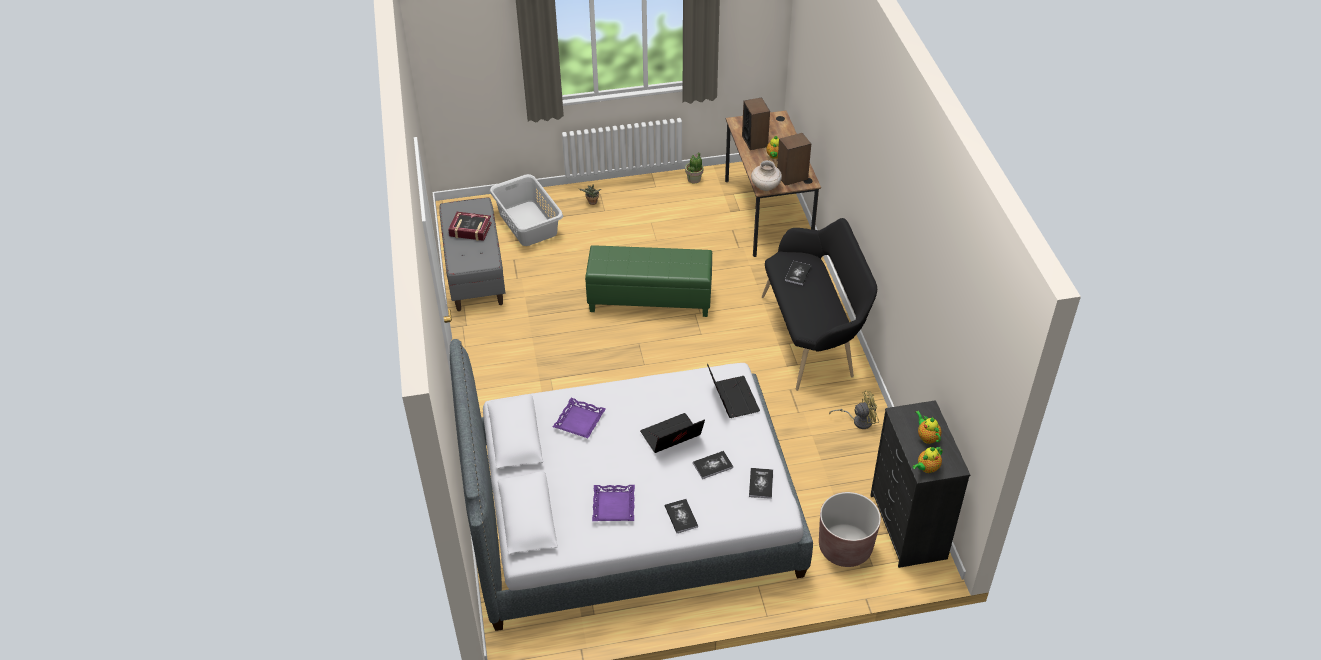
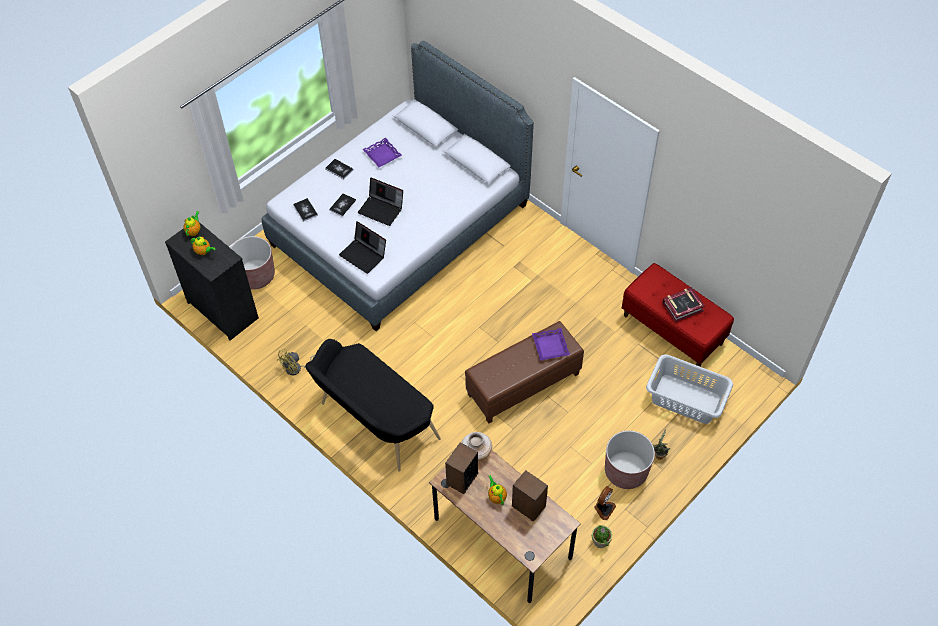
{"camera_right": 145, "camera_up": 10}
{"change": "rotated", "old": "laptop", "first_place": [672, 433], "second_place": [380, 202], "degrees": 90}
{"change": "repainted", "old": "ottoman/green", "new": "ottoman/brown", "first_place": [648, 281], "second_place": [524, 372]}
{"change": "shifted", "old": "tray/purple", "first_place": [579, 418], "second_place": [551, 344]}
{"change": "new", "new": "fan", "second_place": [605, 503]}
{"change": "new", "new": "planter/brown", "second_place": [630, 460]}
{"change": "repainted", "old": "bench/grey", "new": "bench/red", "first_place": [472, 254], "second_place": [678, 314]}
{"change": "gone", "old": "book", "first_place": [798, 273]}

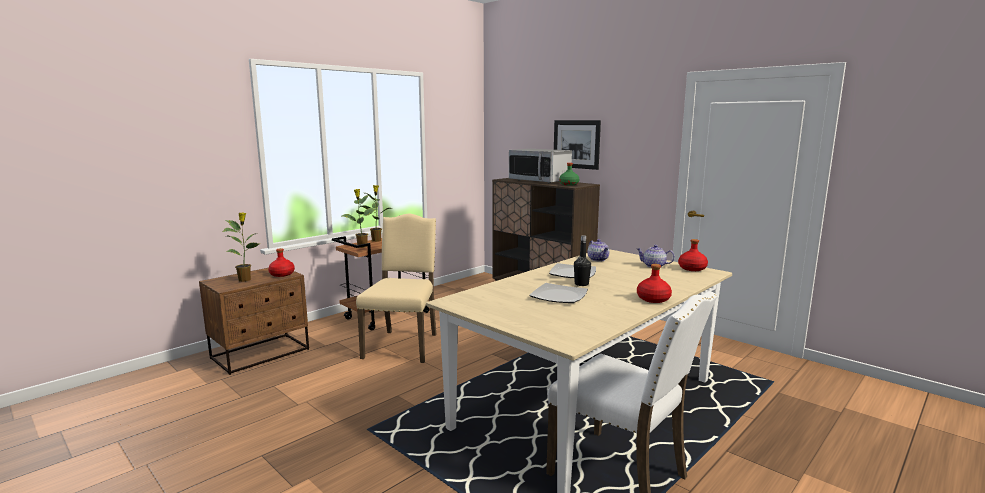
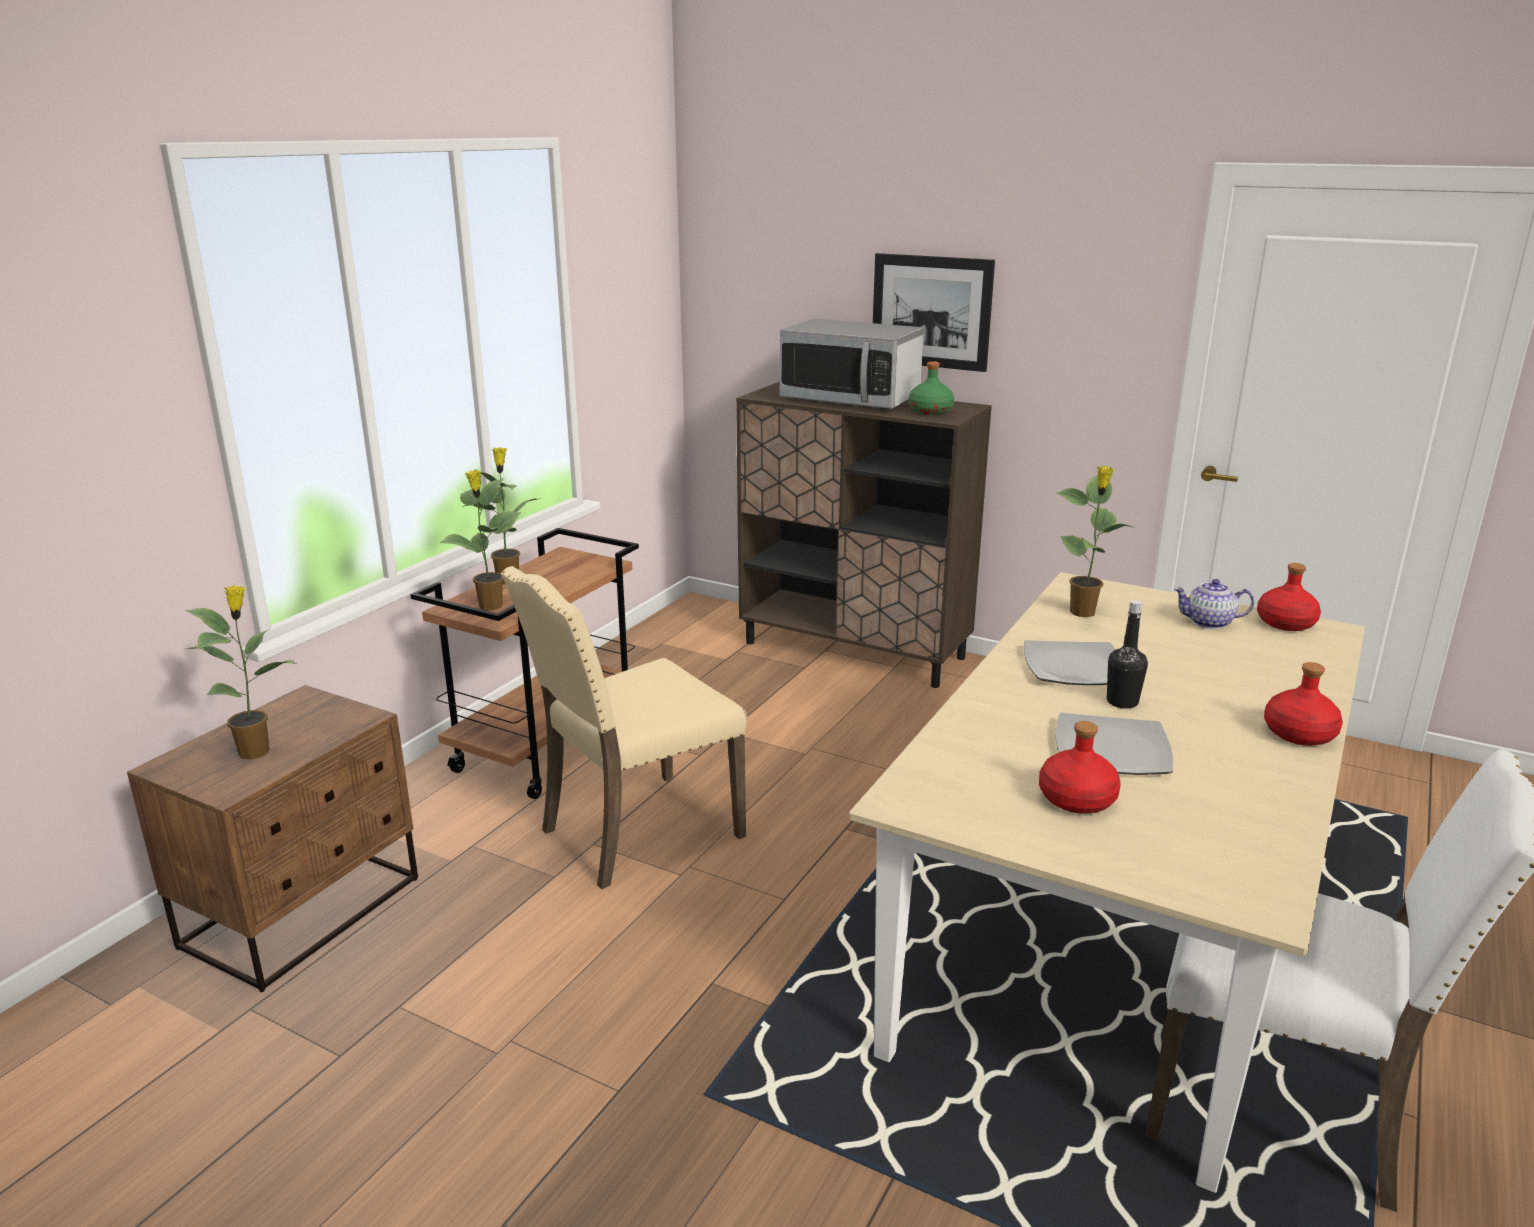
{"camera_right": -15, "camera_up": 10}
{"change": "rotated", "old": "chair/beige", "first_place": [396, 288], "second_place": [624, 727], "degrees": -120}
{"change": "shifted", "old": "bottle/red", "first_place": [281, 262], "second_place": [1080, 767]}
{"change": "swapped", "old": "teapot", "new": "potted plant", "first_place": [598, 250], "second_place": [1094, 541]}

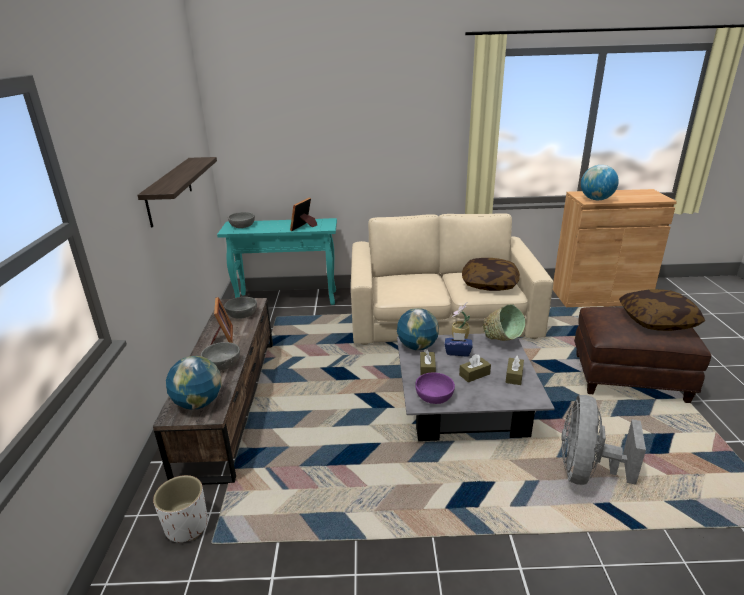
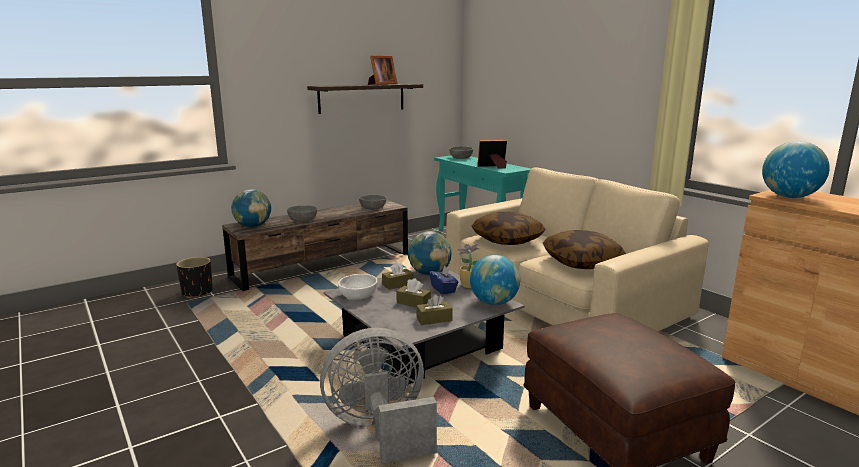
{"camera_right": 55, "camera_up": -10}
{"change": "repainted", "old": "planter/white", "new": "planter/black", "first_place": [180, 508], "second_place": [194, 277]}
{"change": "repainted", "old": "bowl/purple", "new": "bowl/white", "first_place": [435, 388], "second_place": [357, 287]}
{"change": "shifted", "old": "picture frame", "first_place": [222, 321], "second_place": [383, 70]}
{"change": "swapped", "old": "bowl/green", "new": "globe", "first_place": [504, 322], "second_place": [495, 280]}
{"change": "shifted", "old": "pillow", "first_place": [662, 310], "second_place": [509, 228]}

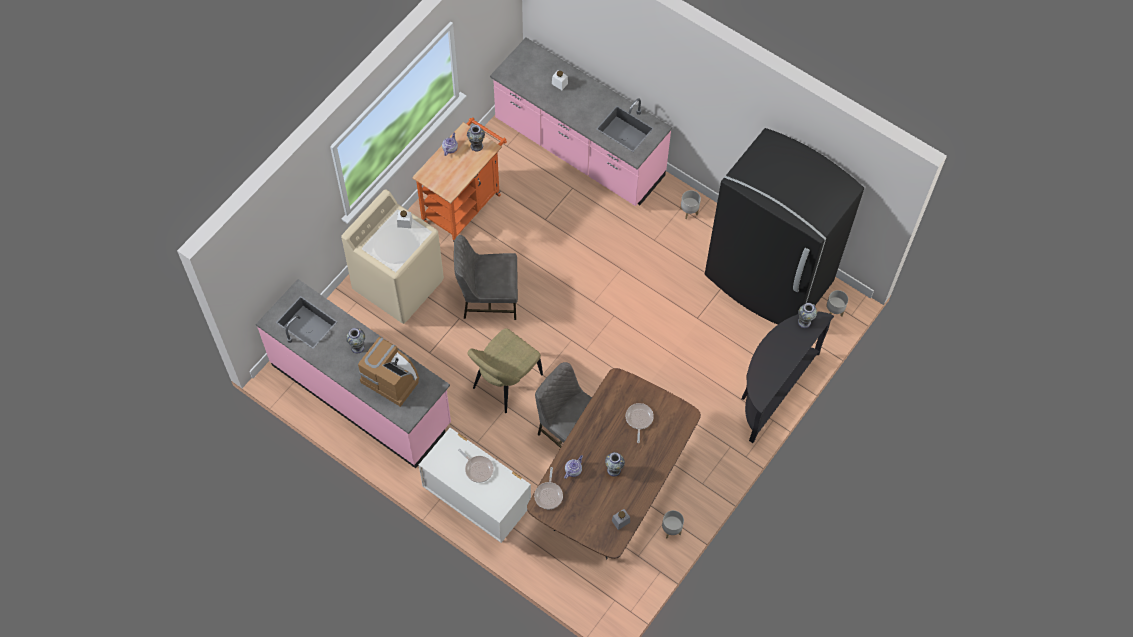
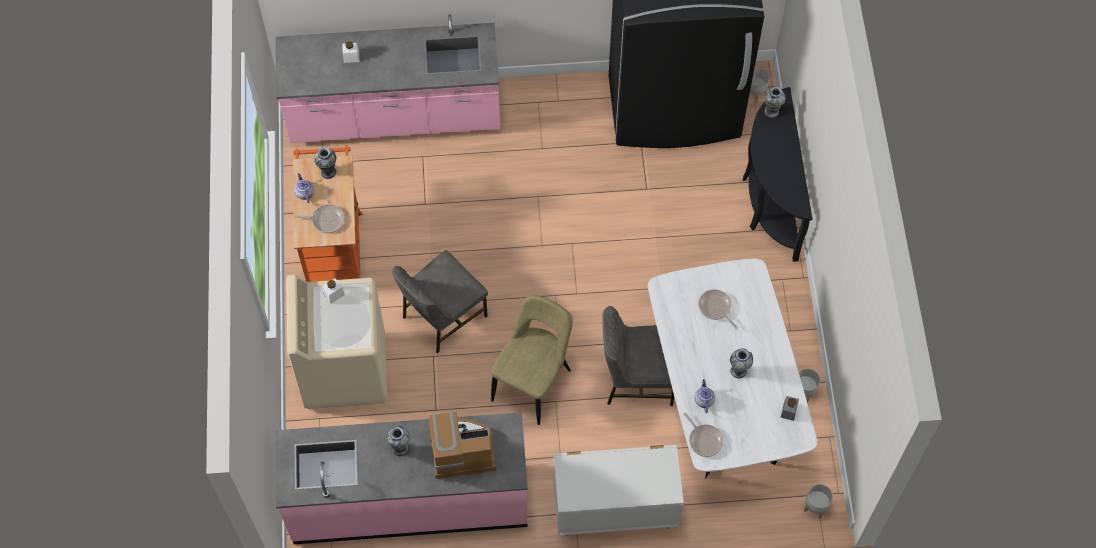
{"camera_right": -40, "camera_up": 0}
{"change": "shifted", "old": "frying pan", "first_place": [476, 466], "second_place": [319, 218]}
{"change": "rotated", "old": "chair/beige", "first_place": [505, 370], "second_place": [532, 360], "degrees": -150}
{"change": "repainted", "old": "dining table/brown", "new": "dining table/white", "first_place": [614, 464], "second_place": [732, 368]}
{"change": "shifted", "old": "planter/grey", "first_place": [690, 204], "second_place": [818, 501]}

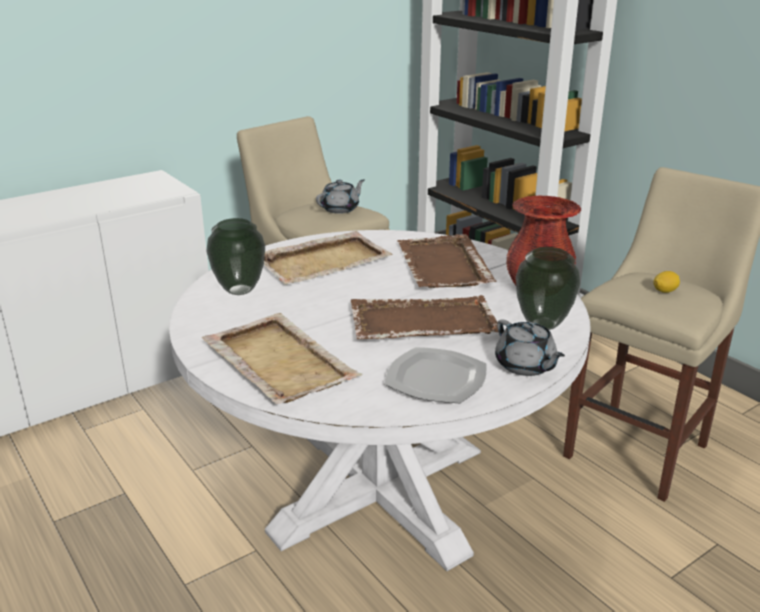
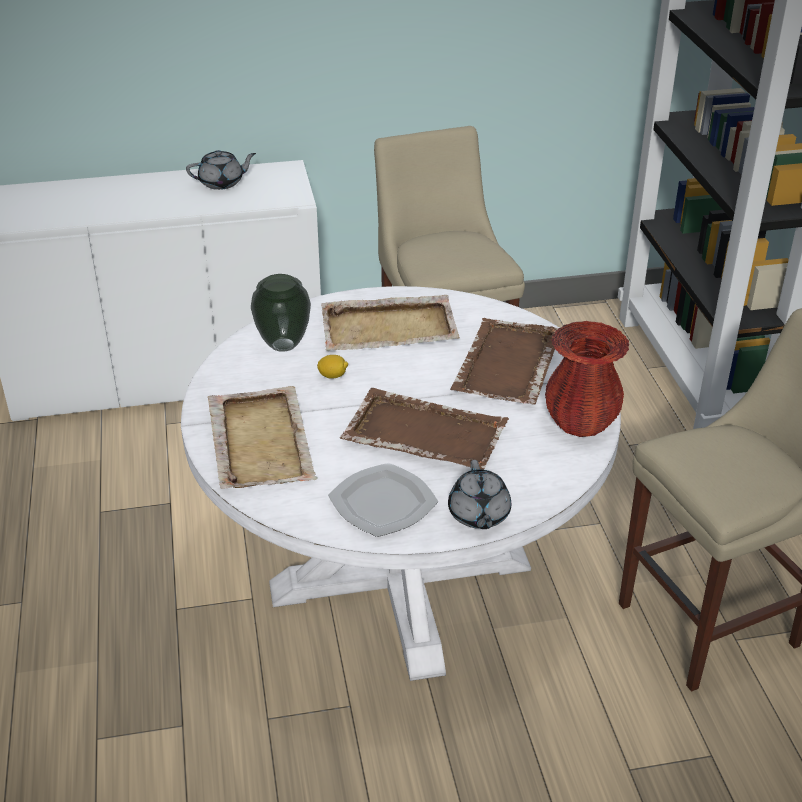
{"camera_right": 25, "camera_up": 10}
{"change": "shifted", "old": "teapot/grey", "first_place": [340, 196], "second_place": [221, 170]}
{"change": "shifted", "old": "lemon", "first_place": [666, 282], "second_place": [332, 367]}
{"change": "gone", "old": "vase", "first_place": [548, 288]}

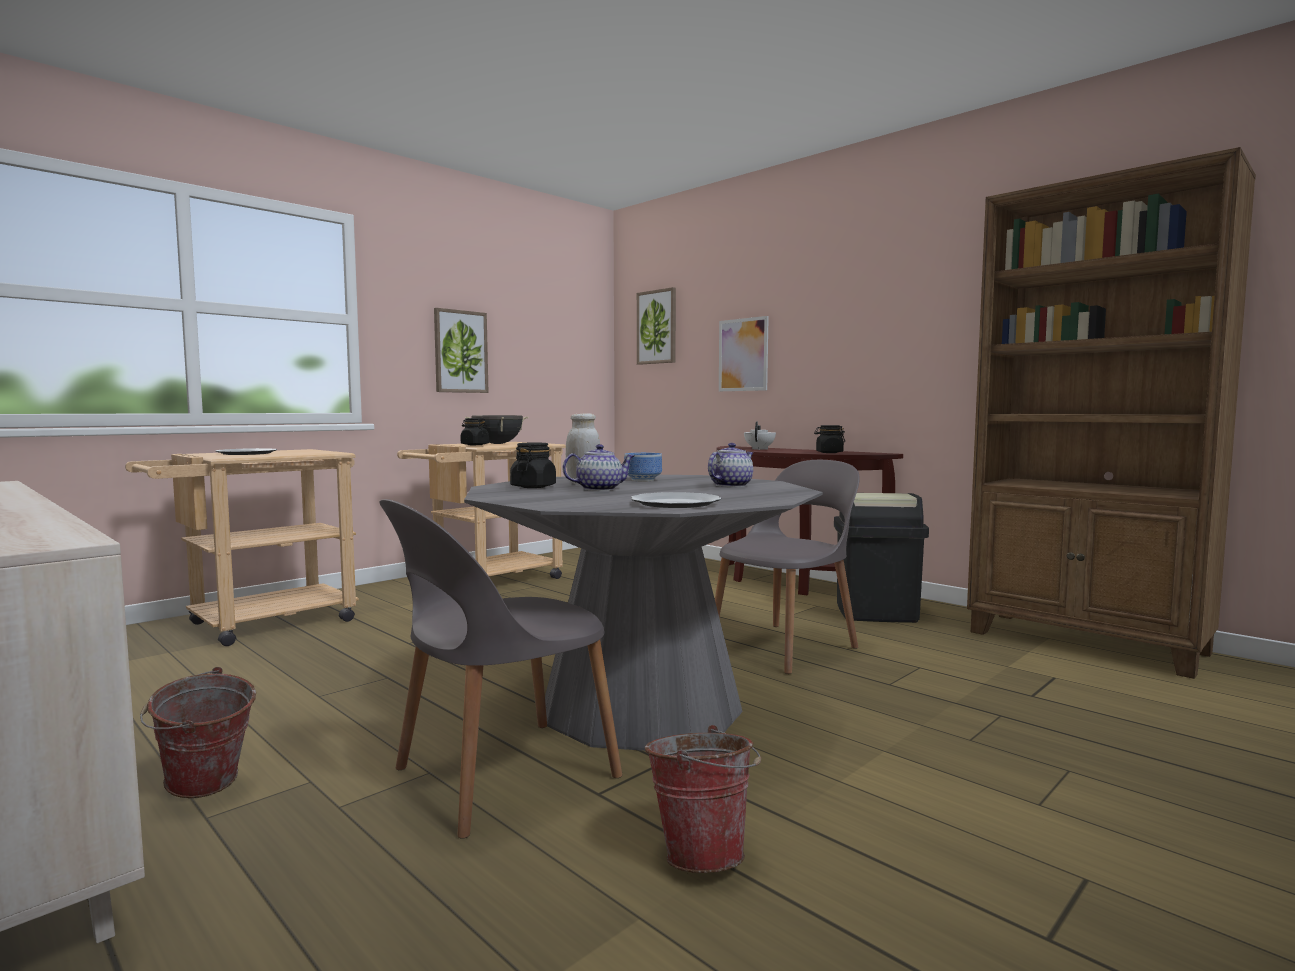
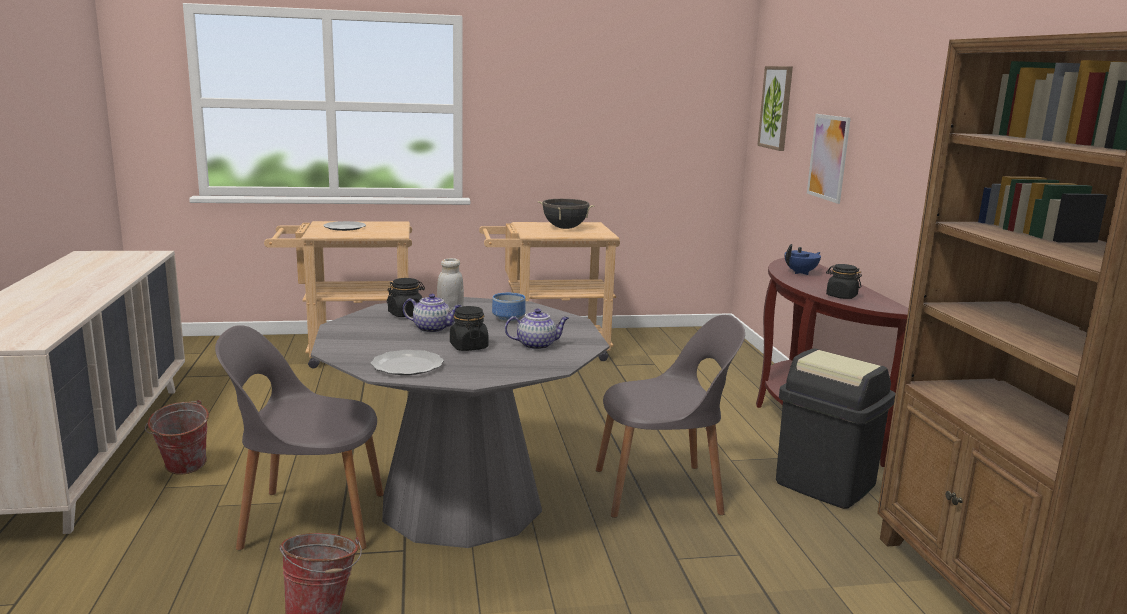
{"camera_right": 35, "camera_up": 10}
{"change": "shifted", "old": "jar/black", "first_place": [474, 431], "second_place": [469, 328]}
{"change": "repainted", "old": "teapot/white", "new": "teapot/blue", "first_place": [760, 435], "second_place": [802, 259]}
{"change": "gone", "old": "picture", "first_place": [461, 350]}

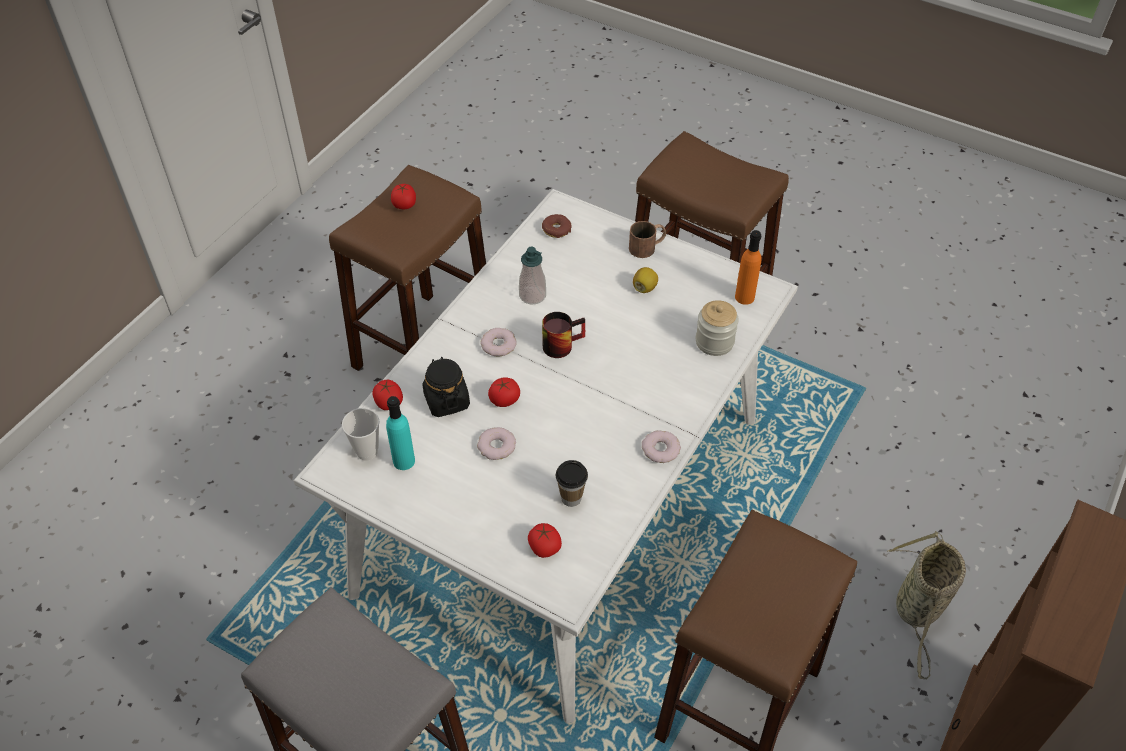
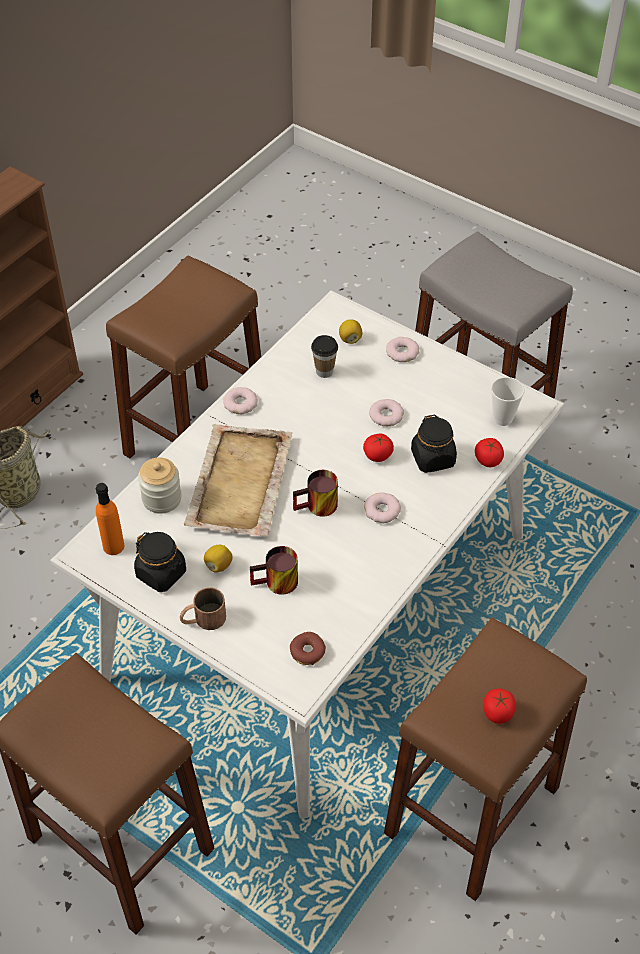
{"camera_right": -175, "camera_up": 0}
{"change": "new", "new": "jar/black", "second_place": [160, 562]}
{"change": "new", "new": "tray/beige", "second_place": [238, 480]}
{"change": "new", "new": "mug", "second_place": [274, 570]}
{"change": "swapped", "old": "tomato", "new": "lemon", "first_place": [545, 540], "second_place": [350, 331]}
{"change": "new", "new": "donut", "second_place": [402, 349]}
{"change": "gone", "old": "bottle/turquoise", "first_place": [400, 433]}
{"change": "gone", "old": "soap dispenser", "first_place": [532, 275]}

